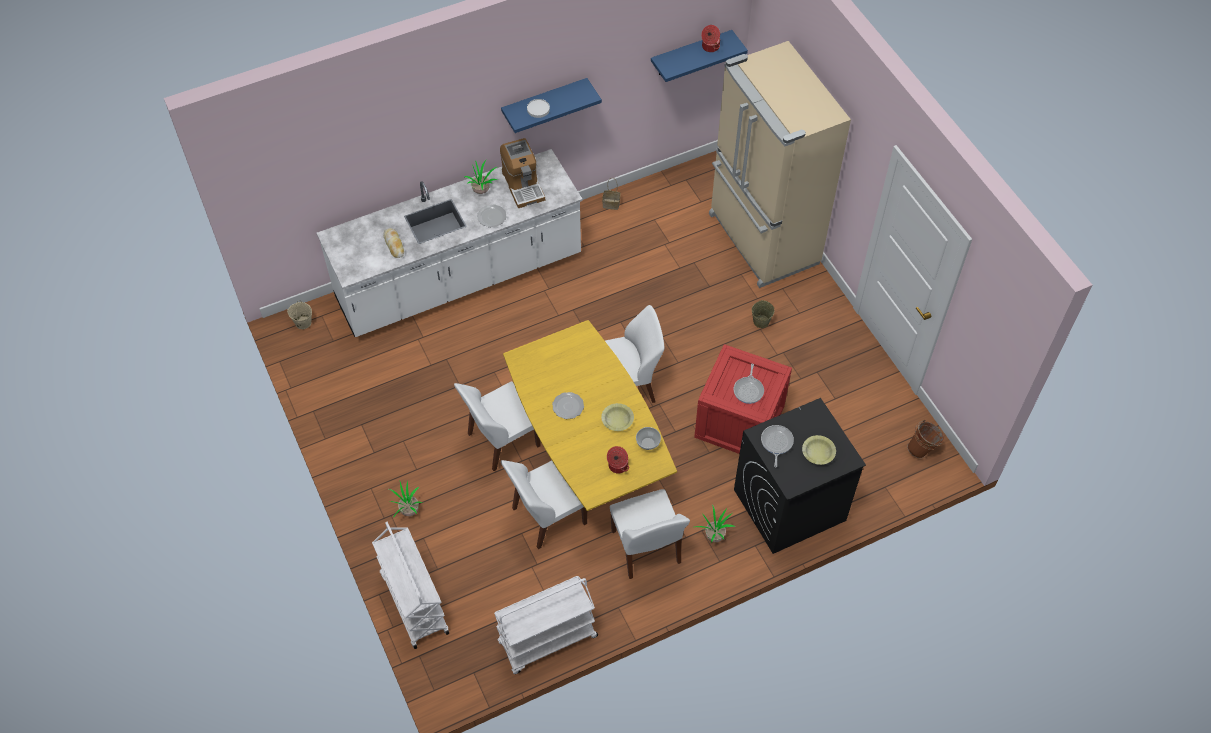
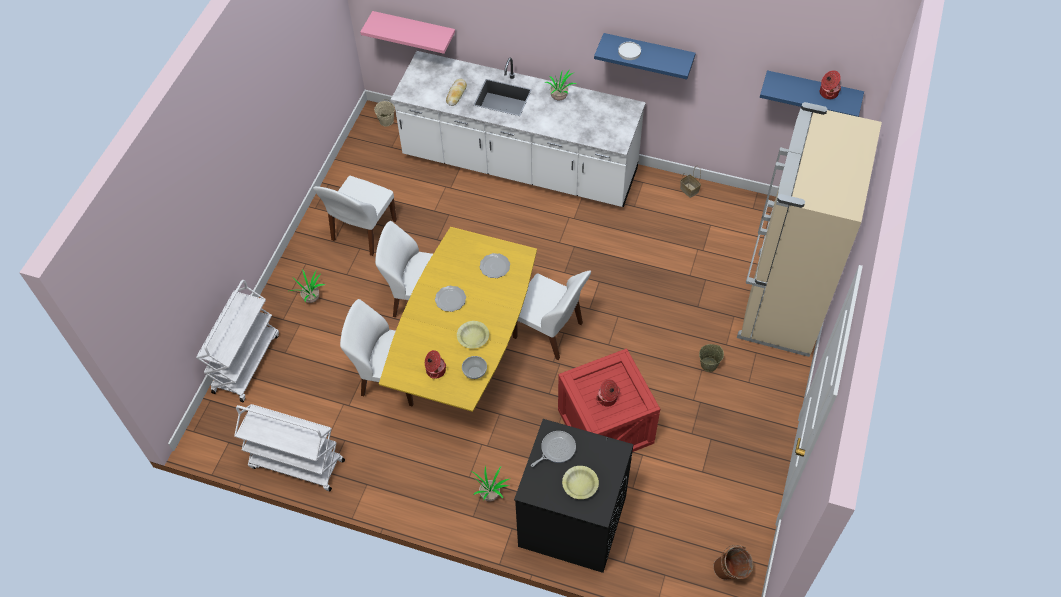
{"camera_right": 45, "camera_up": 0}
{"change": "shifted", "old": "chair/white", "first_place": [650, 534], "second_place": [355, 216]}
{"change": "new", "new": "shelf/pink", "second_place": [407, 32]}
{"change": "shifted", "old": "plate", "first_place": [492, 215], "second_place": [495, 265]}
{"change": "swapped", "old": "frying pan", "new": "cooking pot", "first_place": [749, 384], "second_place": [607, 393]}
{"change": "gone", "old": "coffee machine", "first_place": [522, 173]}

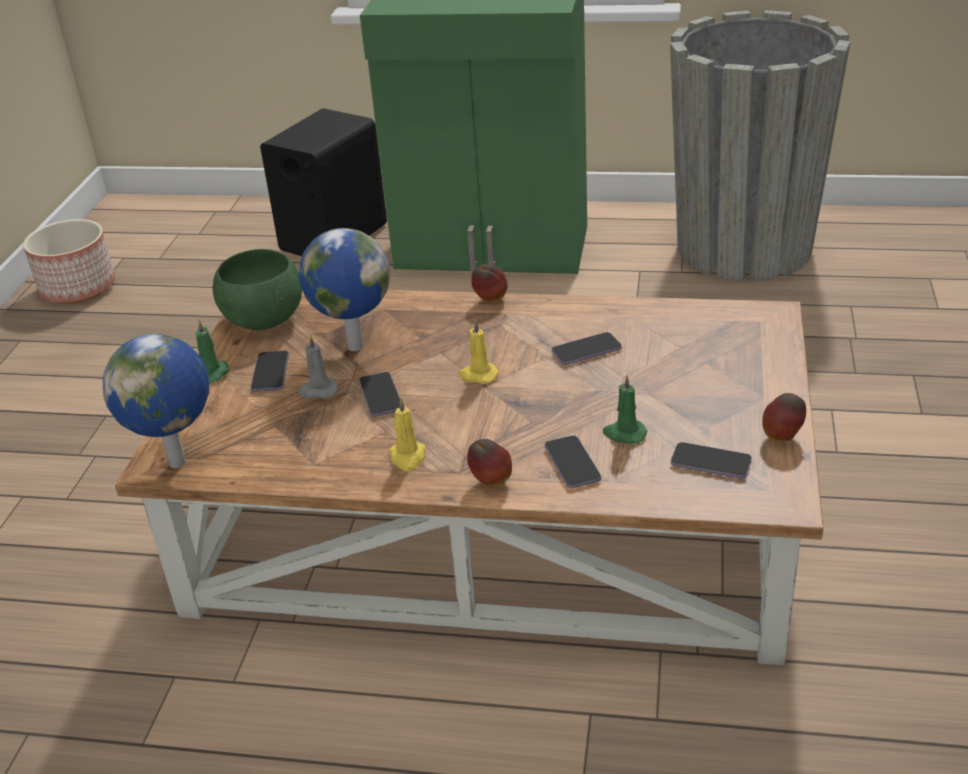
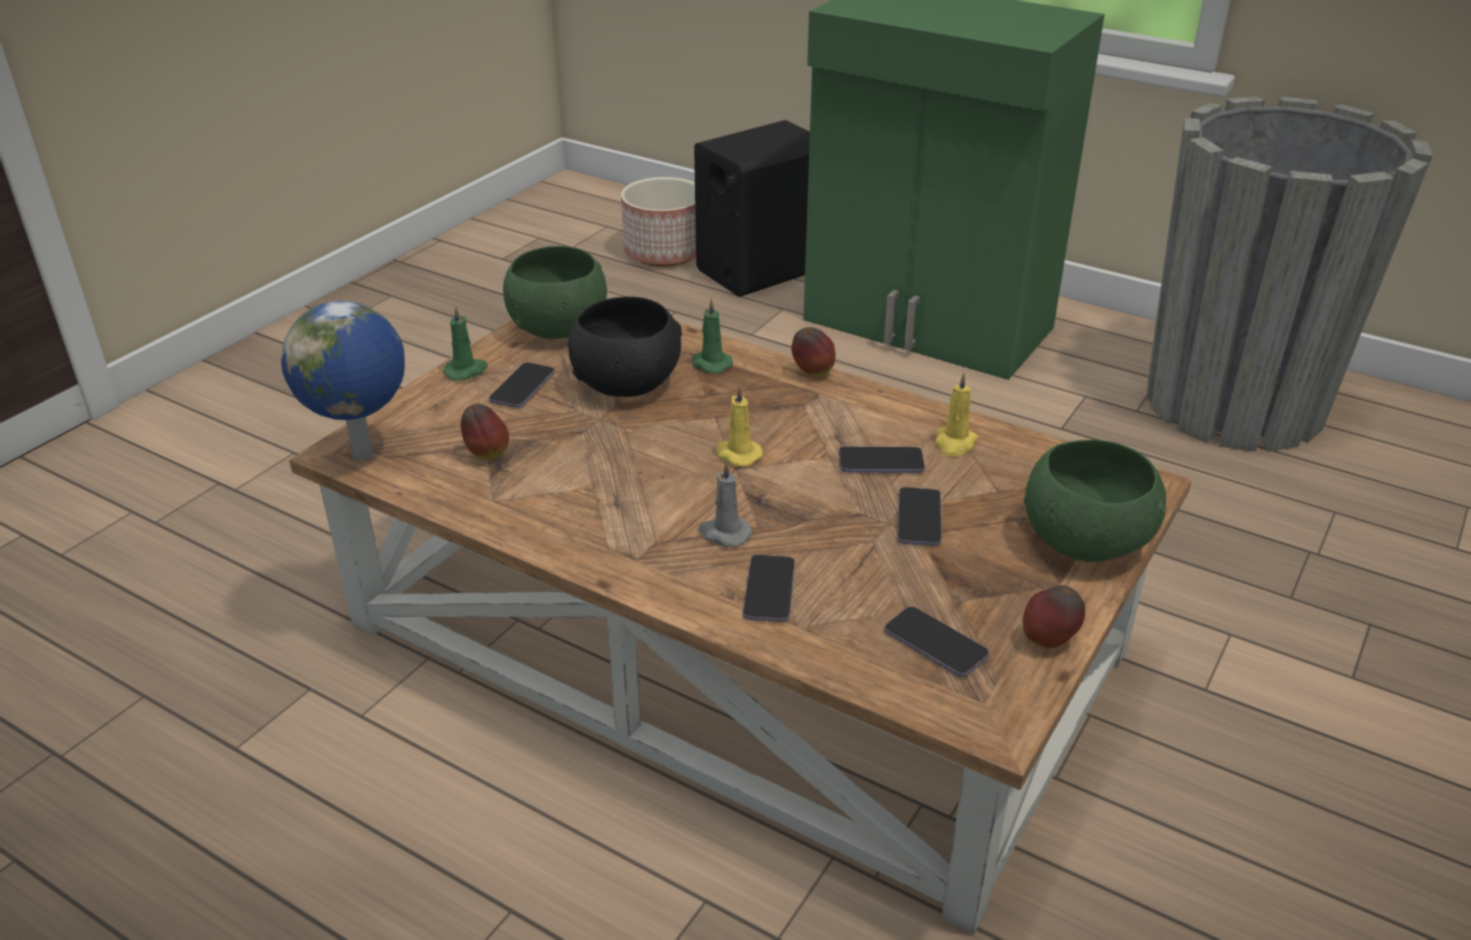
{"camera_right": 20, "camera_up": 0}
{"change": "shifted", "old": "apple", "first_place": [489, 462], "second_place": [485, 432]}
{"change": "swapped", "old": "globe", "new": "bowl/black", "first_place": [344, 289], "second_place": [625, 346]}
{"change": "shifted", "old": "planter", "first_place": [69, 261], "second_place": [658, 222]}
{"change": "shifted", "old": "candle/green", "first_place": [625, 409], "second_place": [712, 336]}
{"change": "shifted", "old": "candle/grey", "first_place": [318, 367], "second_place": [725, 504]}
{"change": "shifted", "old": "phone", "first_place": [379, 394], "second_place": [919, 516]}
{"change": "shifted", "old": "candle/yellow", "first_place": [407, 434], "second_place": [956, 415]}
{"change": "new", "new": "bowl/green", "second_place": [1095, 501]}

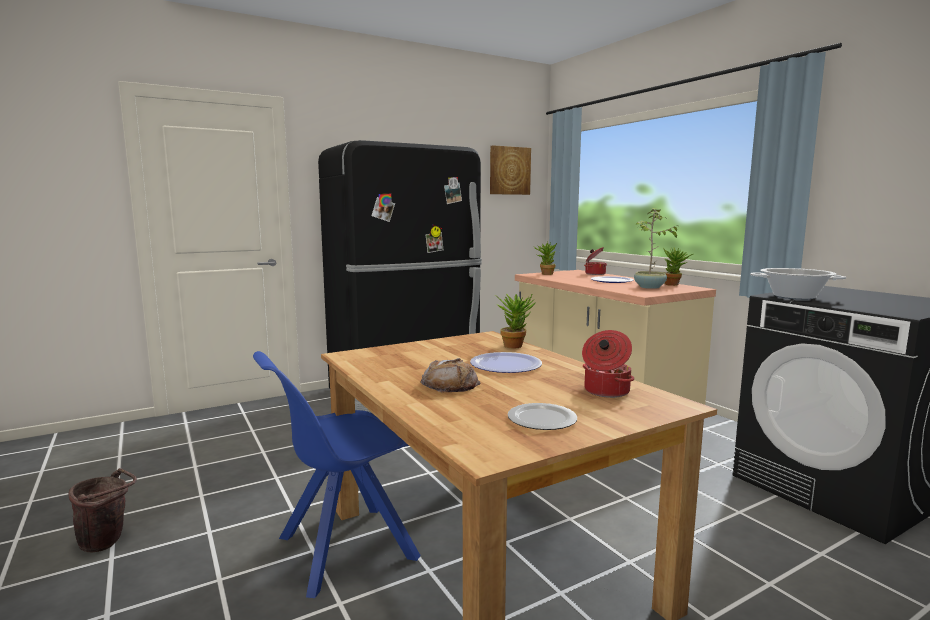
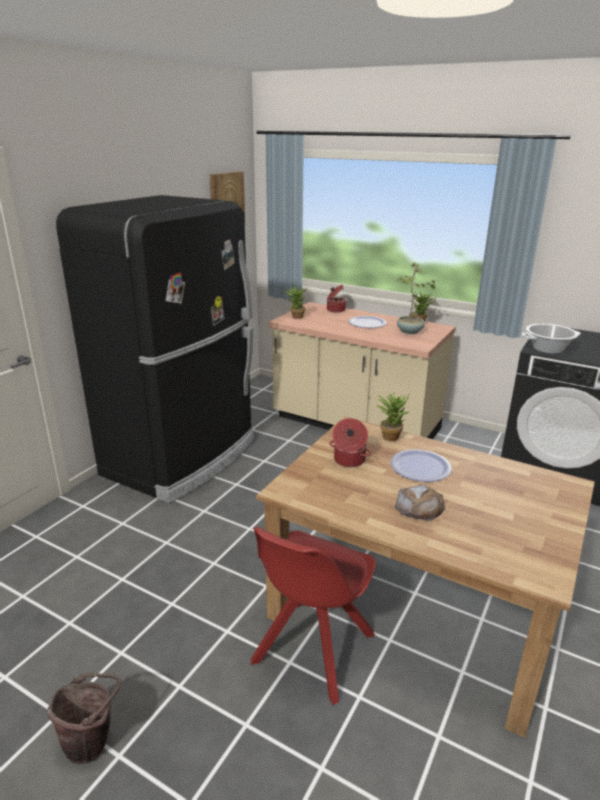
{"camera_right": -30, "camera_up": 15}
{"change": "repainted", "old": "chair/blue", "new": "chair/red", "first_place": [337, 474], "second_place": [313, 616]}
{"change": "shifted", "old": "cooking pot", "first_place": [608, 364], "second_place": [350, 442]}
{"change": "gone", "old": "plate", "first_place": [542, 416]}

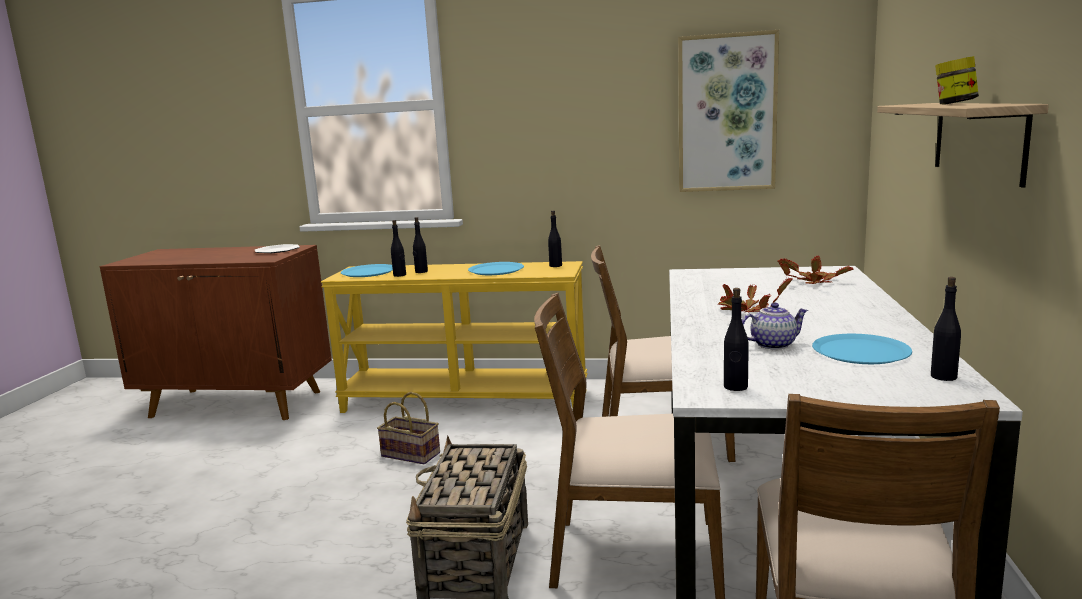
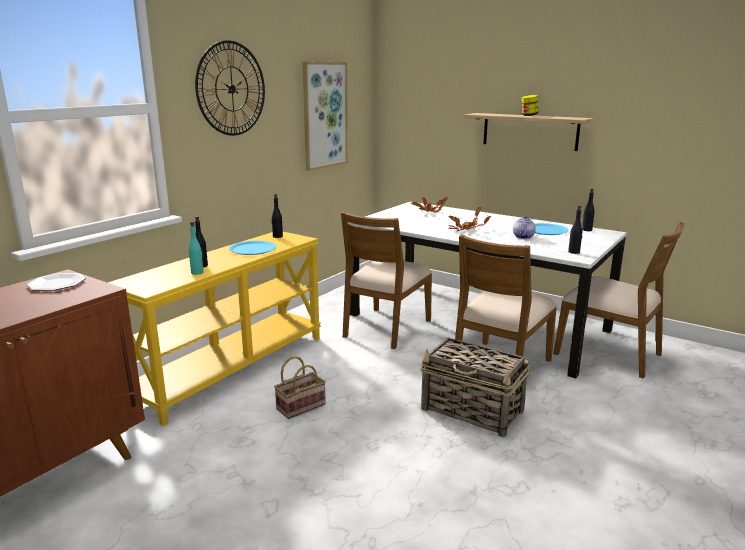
{"camera_right": -65, "camera_up": 5}
{"change": "repainted", "old": "bottle/black", "new": "bottle/turquoise", "first_place": [398, 248], "second_place": [196, 248]}
{"change": "new", "new": "wall clock", "second_place": [230, 88]}
{"change": "gone", "old": "plate/blue", "first_place": [367, 270]}

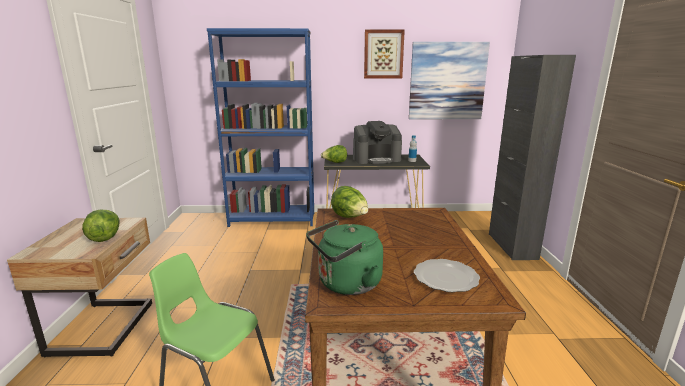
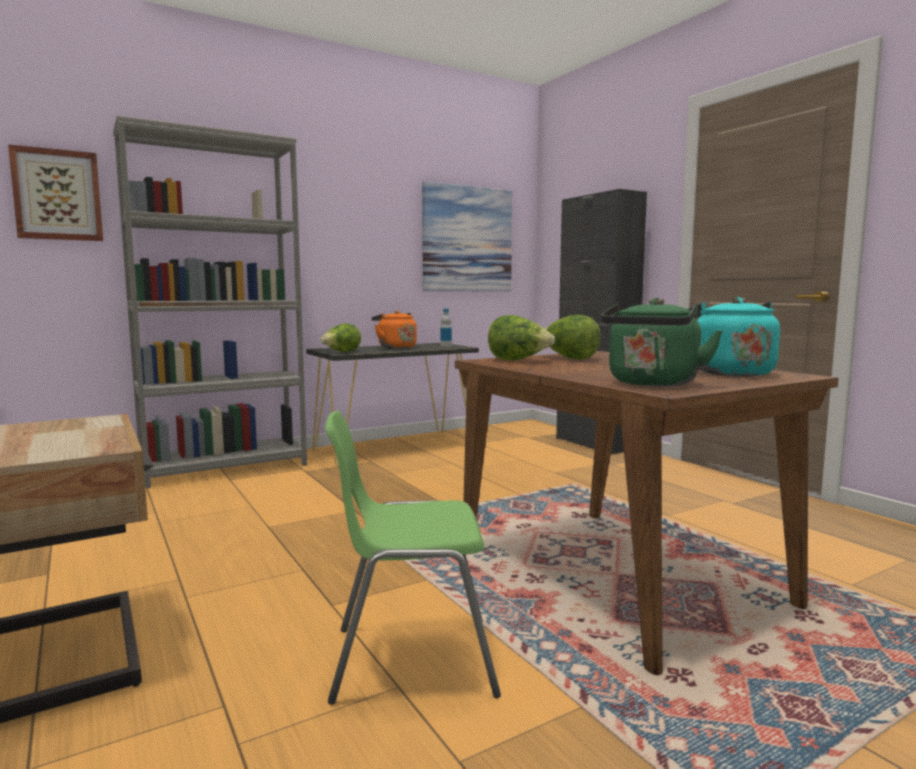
{"camera_right": -30, "camera_up": -10}
{"change": "shifted", "old": "picture", "first_place": [384, 54], "second_place": [55, 192]}
{"change": "repainted", "old": "bookcase/blue", "new": "bookcase/grey", "first_place": [260, 127], "second_place": [210, 302]}
{"change": "swapped", "old": "coffee machine", "new": "kettle/orange", "first_place": [377, 142], "second_place": [394, 330]}
{"change": "shifted", "old": "lettuce", "first_place": [101, 226], "second_place": [573, 337]}
{"change": "swapped", "old": "plate", "new": "kettle/turquoise", "first_place": [447, 275], "second_place": [733, 337]}

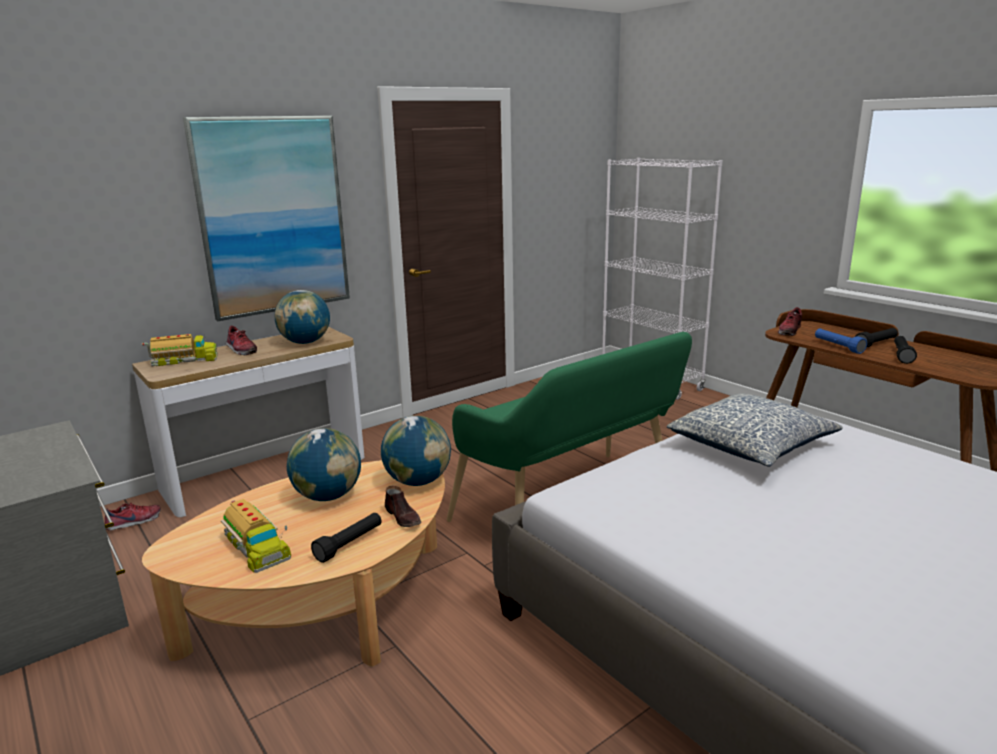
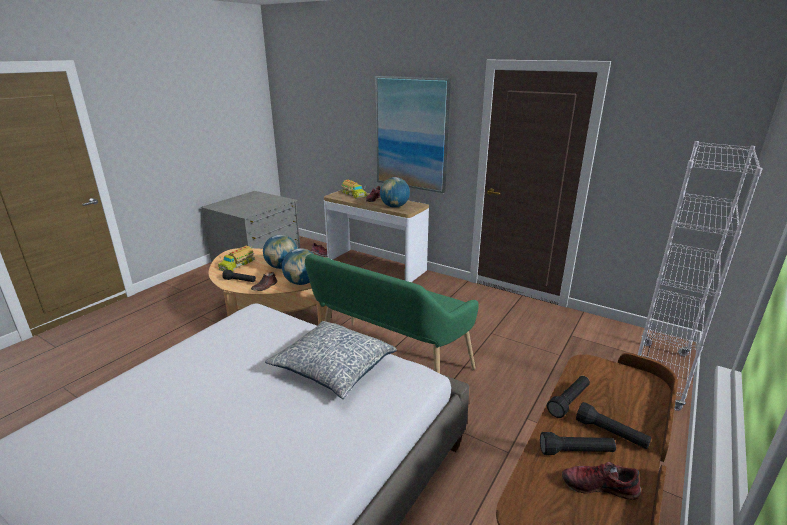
{"camera_right": 70, "camera_up": 5}
{"change": "repainted", "old": "flashlight/blue", "new": "flashlight/black", "first_place": [841, 341], "second_place": [568, 397]}
{"change": "shifted", "old": "shoe", "first_place": [790, 321], "second_place": [601, 481]}

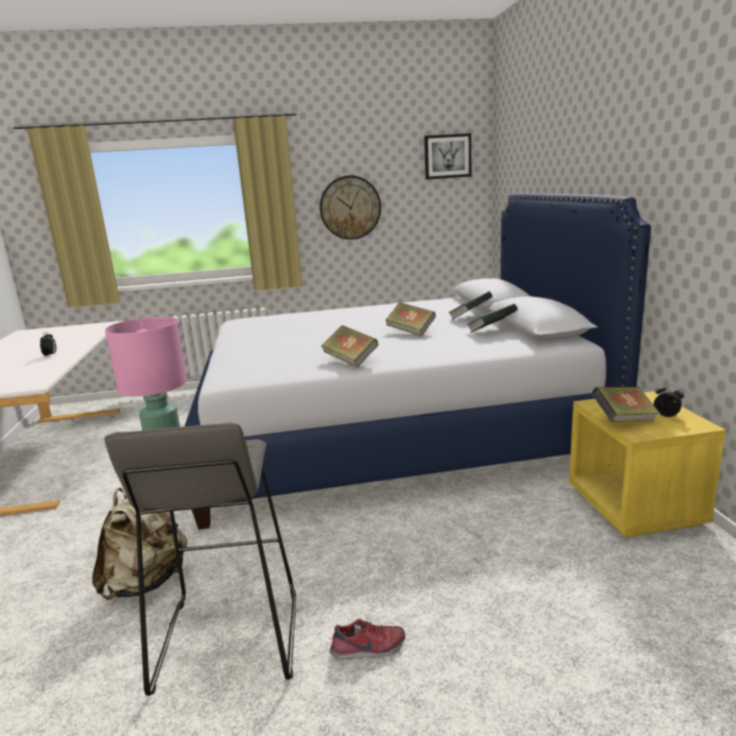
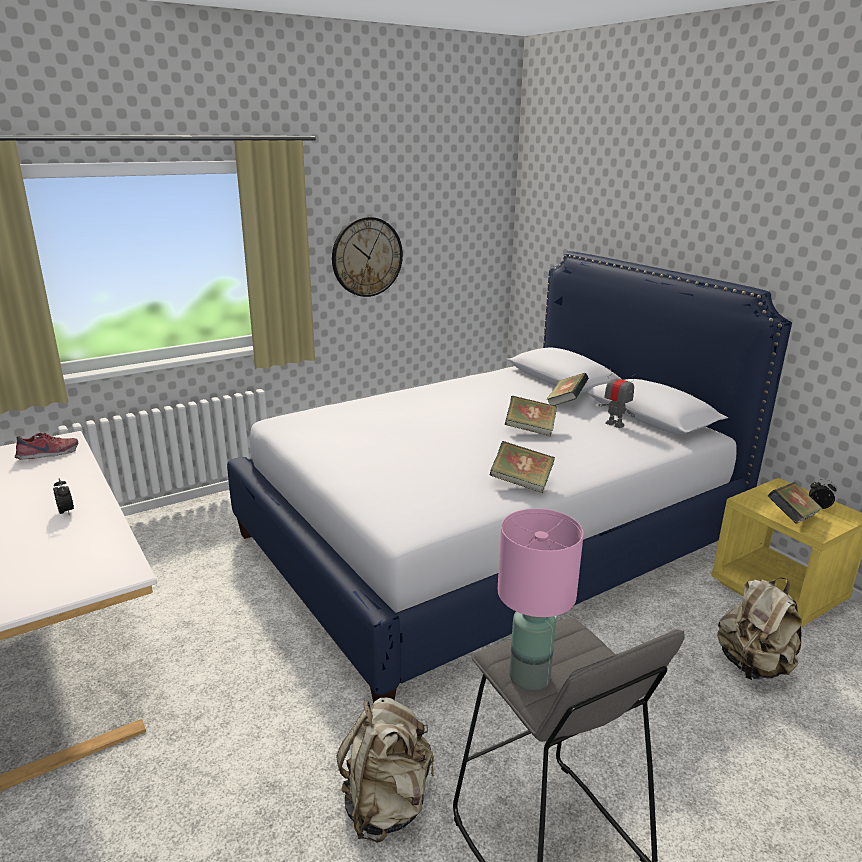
{"camera_right": -25, "camera_up": 5}
{"change": "shifted", "old": "shoe", "first_place": [367, 639], "second_place": [46, 446]}
{"change": "swapped", "old": "book", "new": "toy robot", "first_place": [492, 318], "second_place": [616, 398]}
{"change": "new", "new": "backpack/beige", "second_place": [759, 629]}
{"change": "gone", "old": "picture", "first_place": [447, 156]}

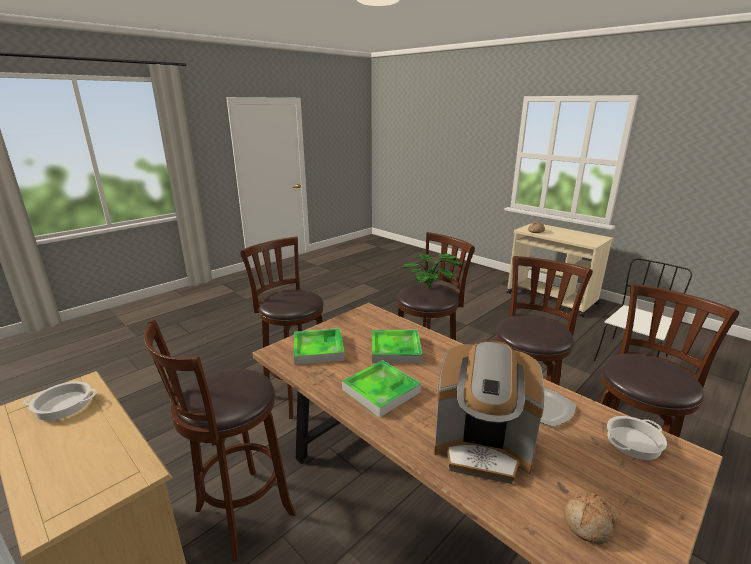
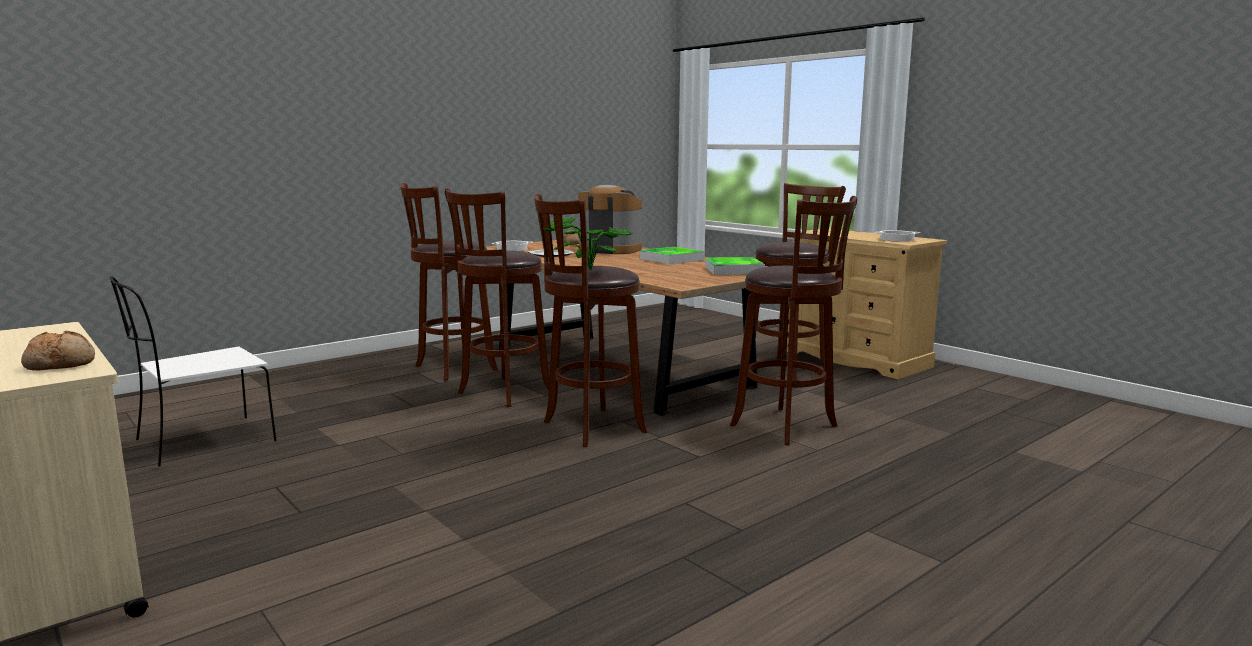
{"camera_right": -175, "camera_up": -10}
{"change": "gone", "old": "tray", "first_place": [397, 346]}

